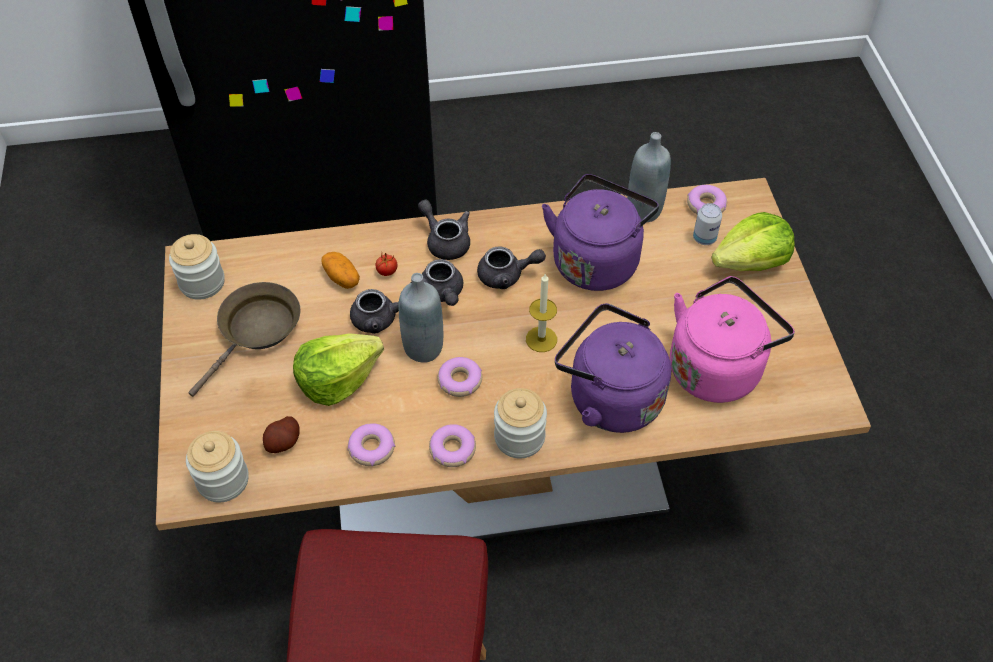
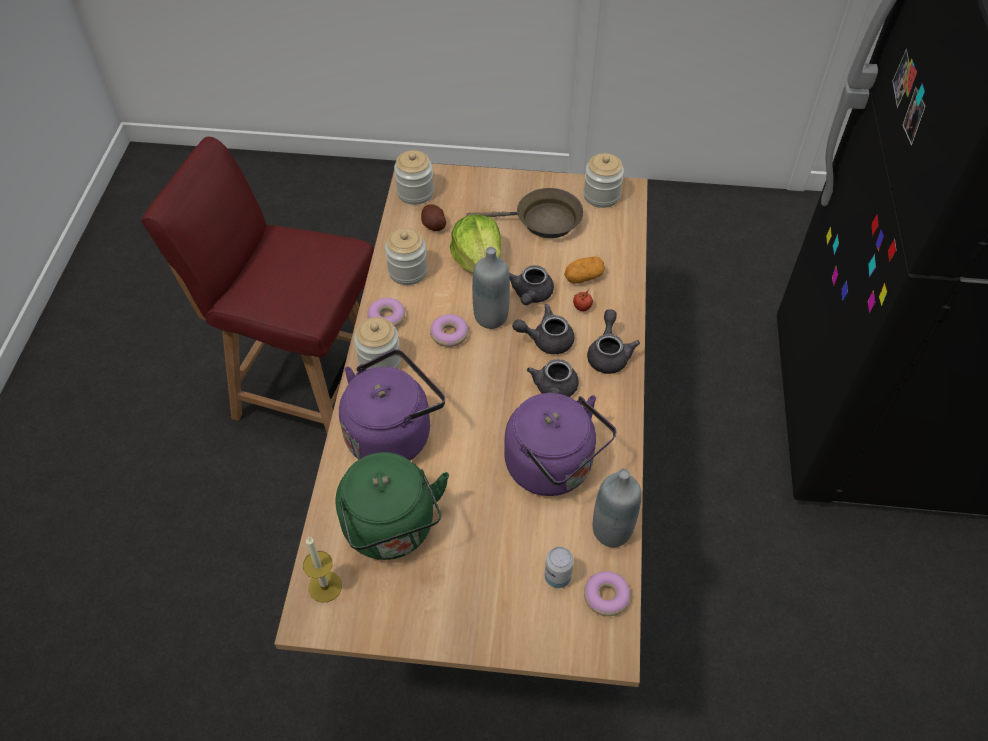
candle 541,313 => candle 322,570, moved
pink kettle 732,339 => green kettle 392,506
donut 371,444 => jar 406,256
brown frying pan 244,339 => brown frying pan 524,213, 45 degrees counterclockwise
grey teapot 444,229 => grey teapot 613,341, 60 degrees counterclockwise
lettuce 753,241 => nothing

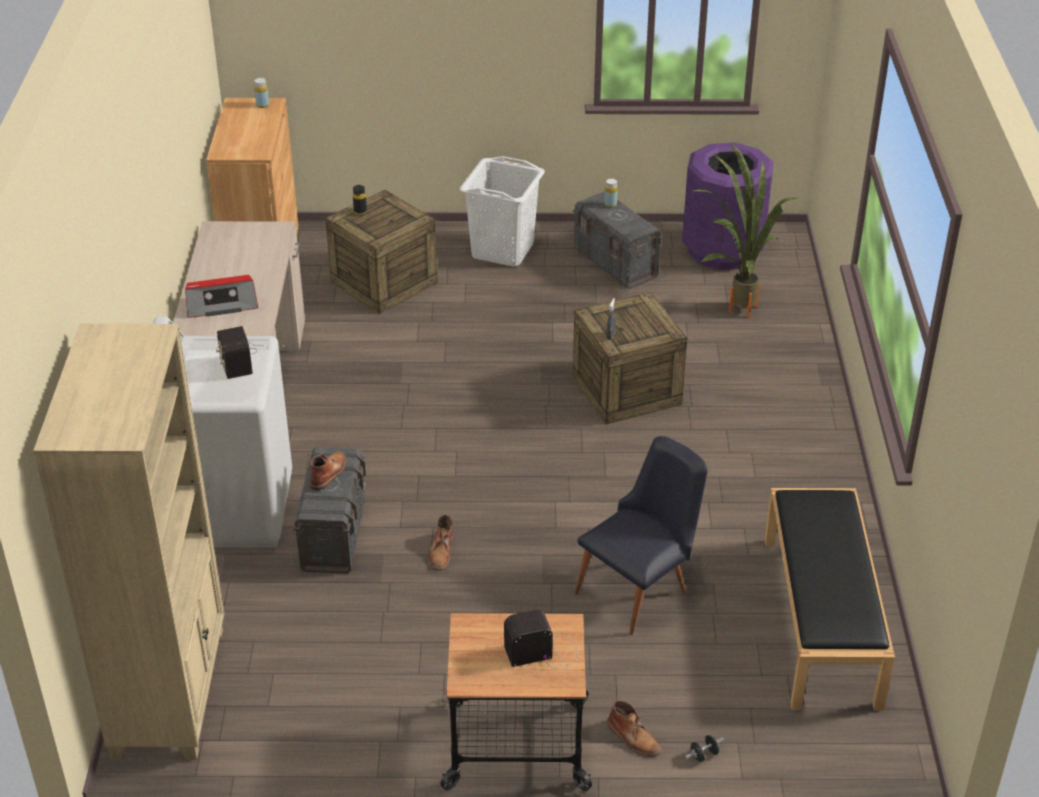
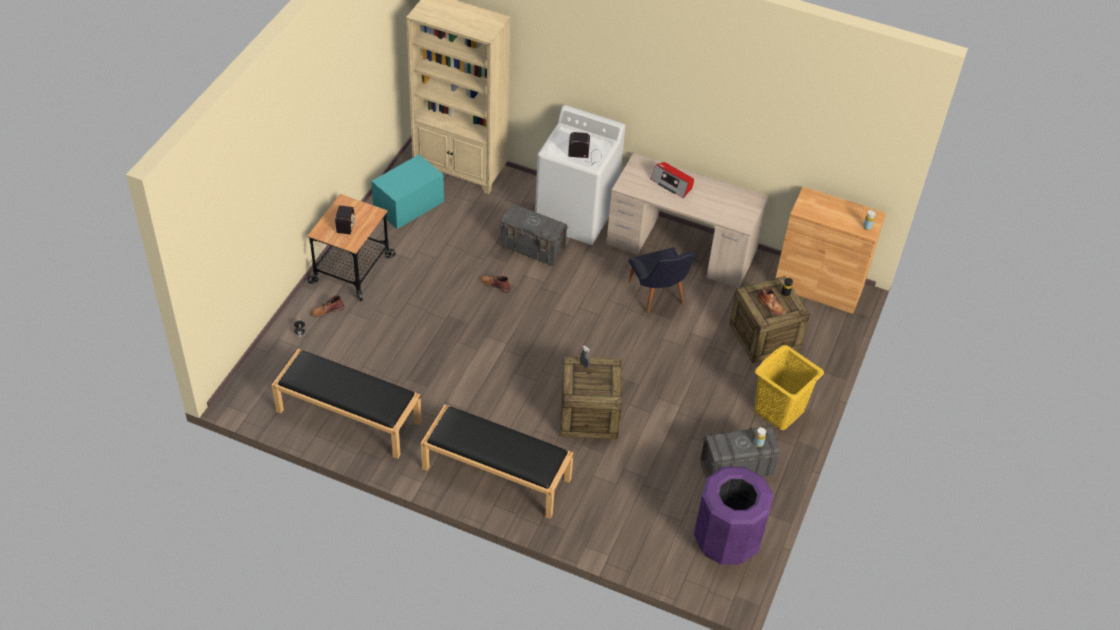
nothing => turquoise storage box 407,192
nothing => black bench 497,461
black chair 641,535 => black chair 662,280, moved
radio 221,296 => radio 672,180, 60 degrees counterclockwise
white laundry basket 502,211 => yellow laundry basket 789,387
brown boot 327,471 => brown boot 771,301, moved
potted plant 745,230 => nothing

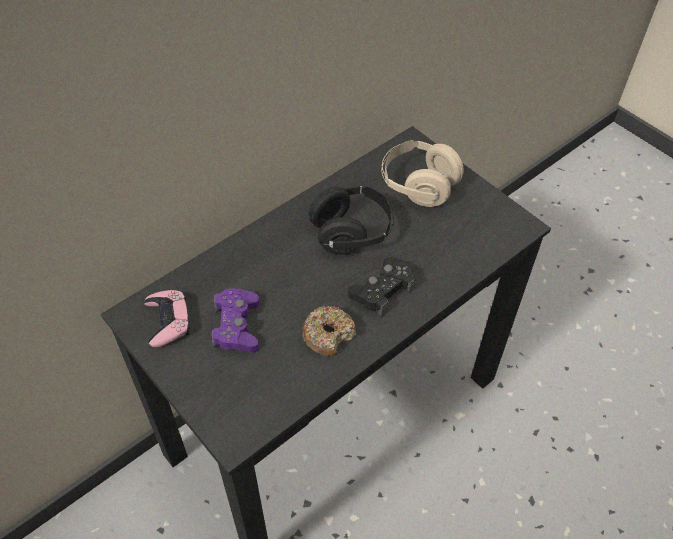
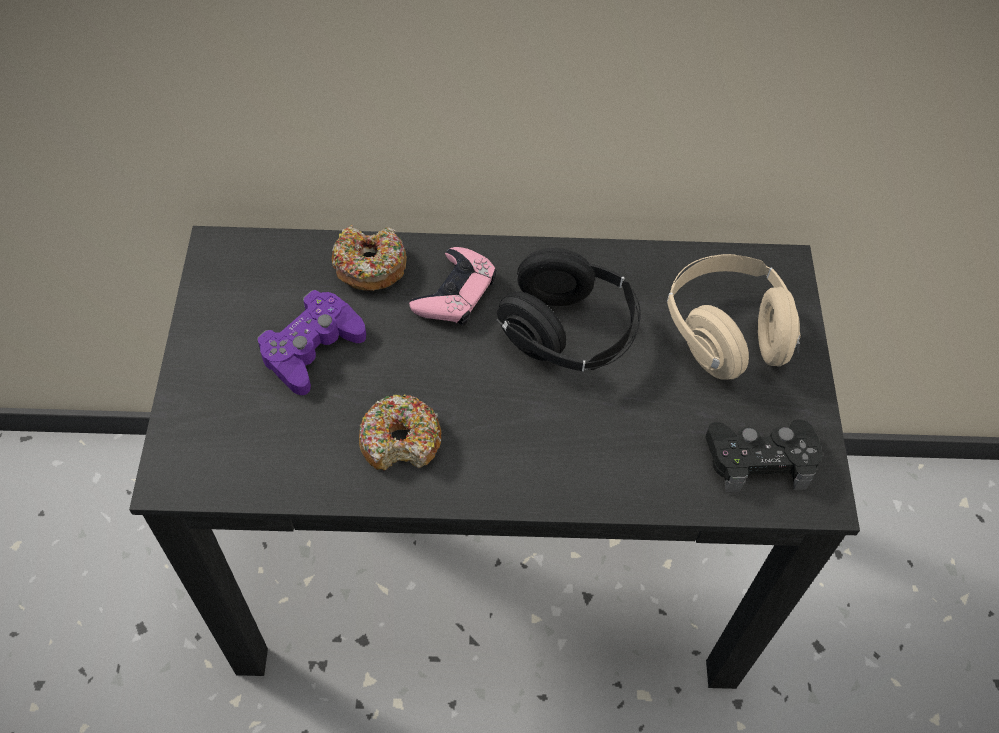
nothing => donut 369,258
pink game controller 167,318 => pink game controller 452,286, moved
black game controller 381,287 => black game controller 764,456, moved

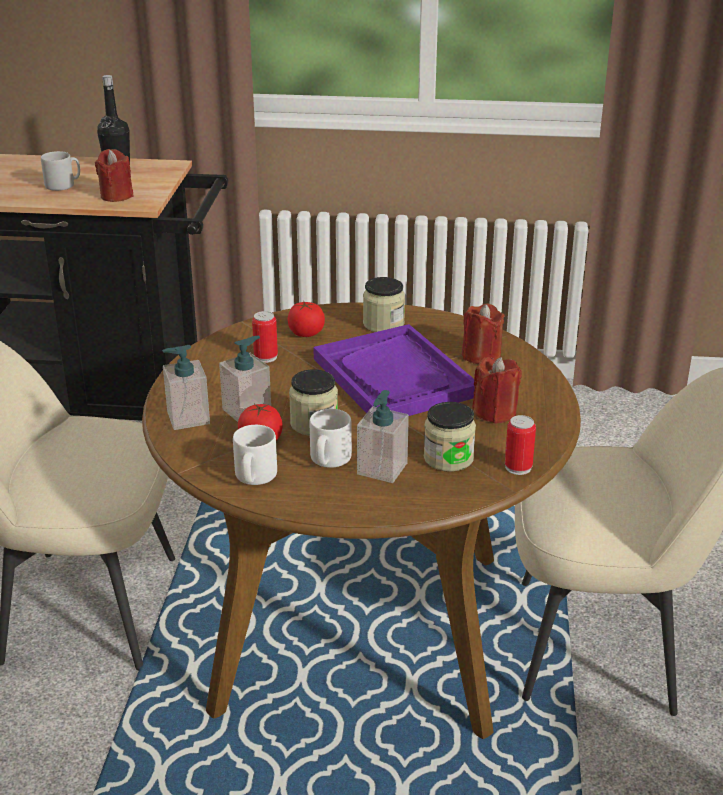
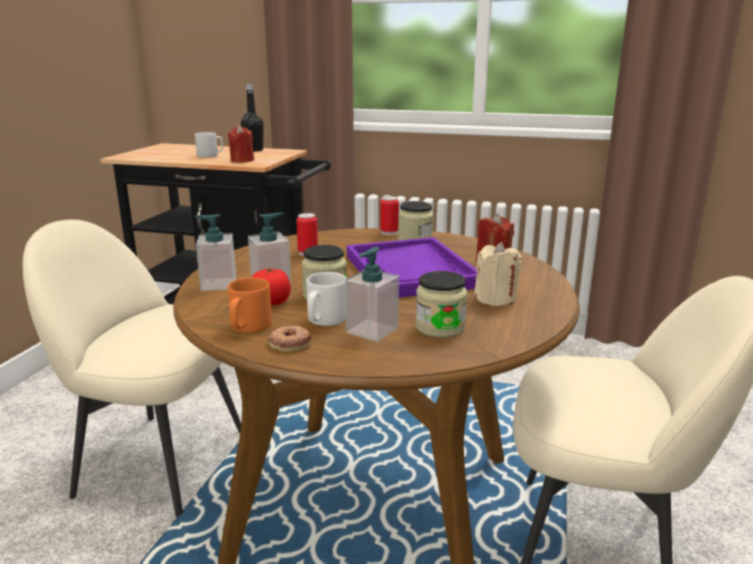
white mug 255,455 => orange mug 250,305
nothing => donut 290,338
can 520,445 => can 389,215, moved
red candle 497,390 => beige candle 498,274
tomato 306,319 => nothing

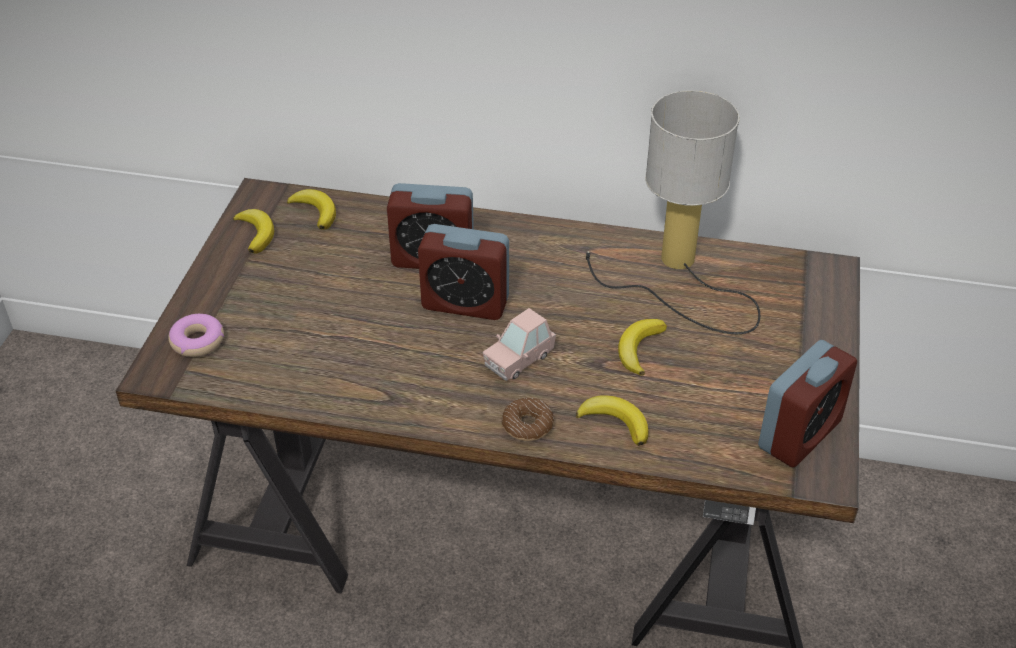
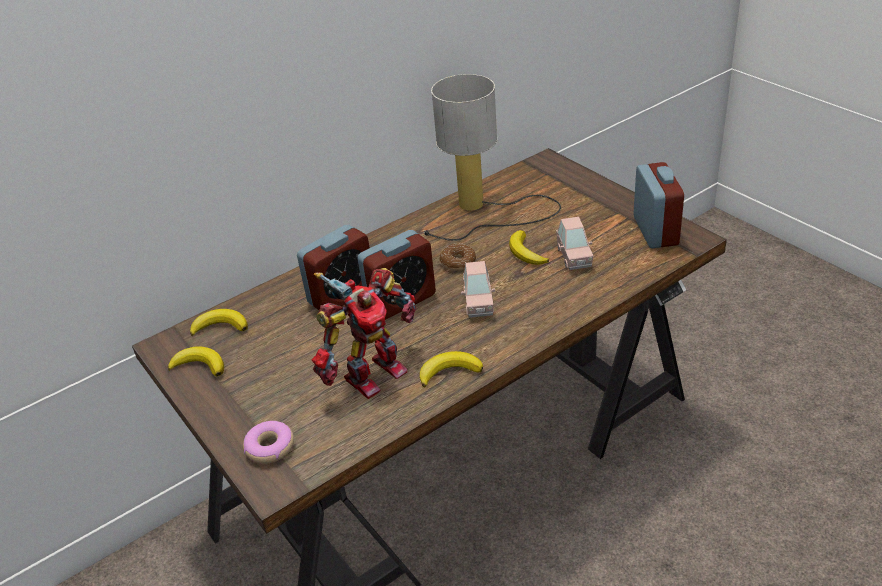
nothing => toy robot 364,333
banana 612,421 => banana 451,369, moved
donut 528,419 => donut 457,257, moved
nothing => pink toy car 574,243

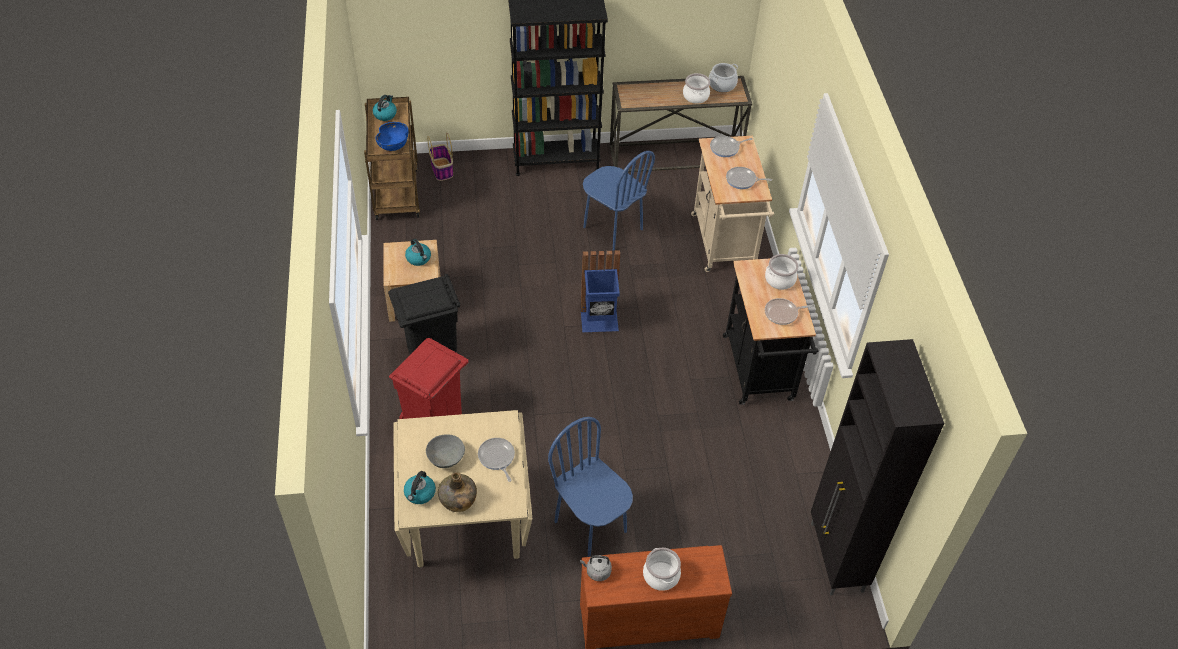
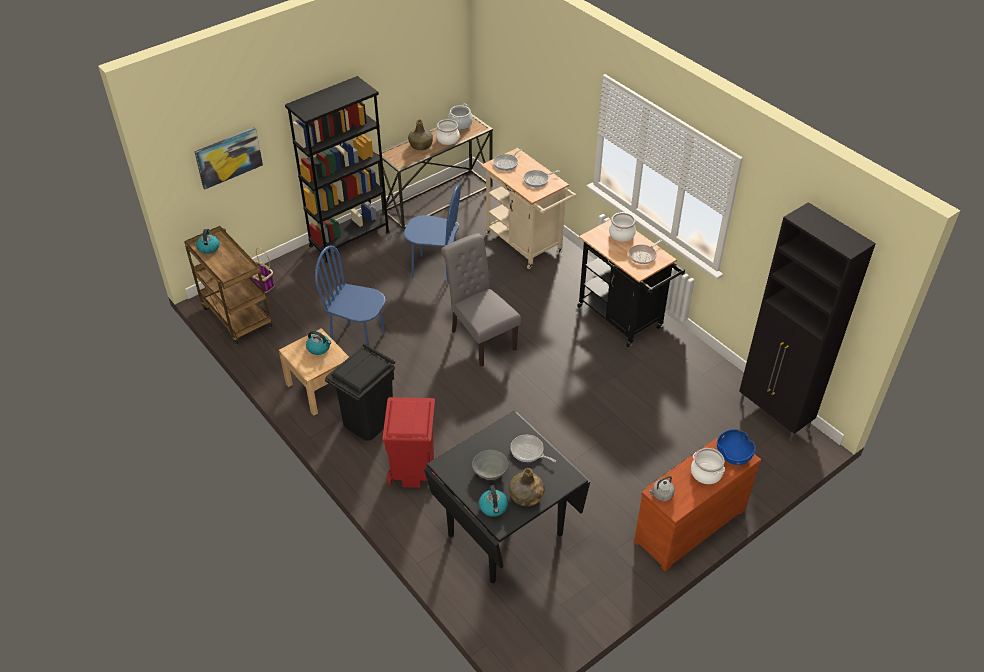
nothing => picture 228,158
blue chair 590,487 => blue chair 350,295, moved
nothing => green bottle 420,135
beige dining table 462,488 => black dining table 507,497
blue trash can 600,291 => grey chair 481,300
blue bowl 391,136 => blue bowl 736,447, moved

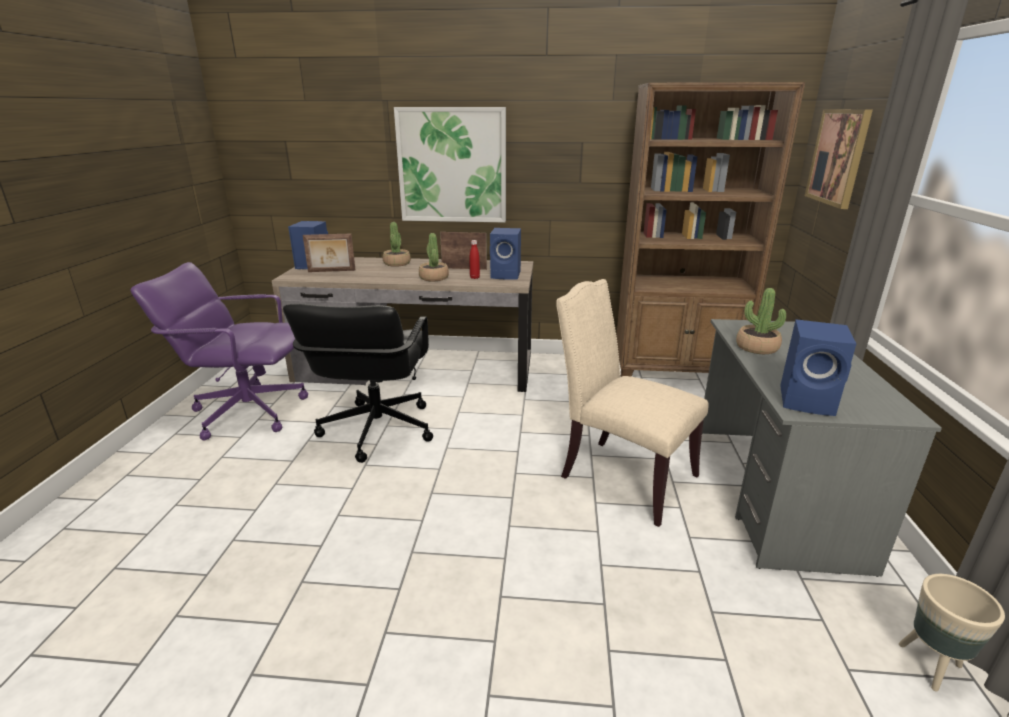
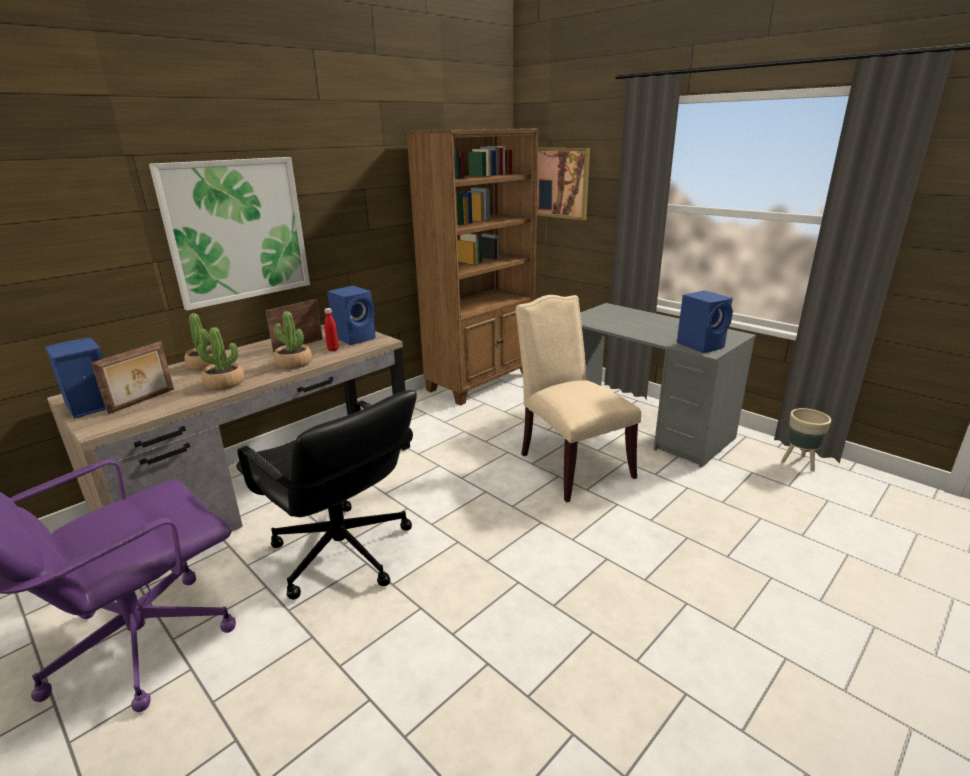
potted plant 761,321 => potted plant 221,358, moved
beige chair 632,403 => beige chair 578,398, 75 degrees clockwise

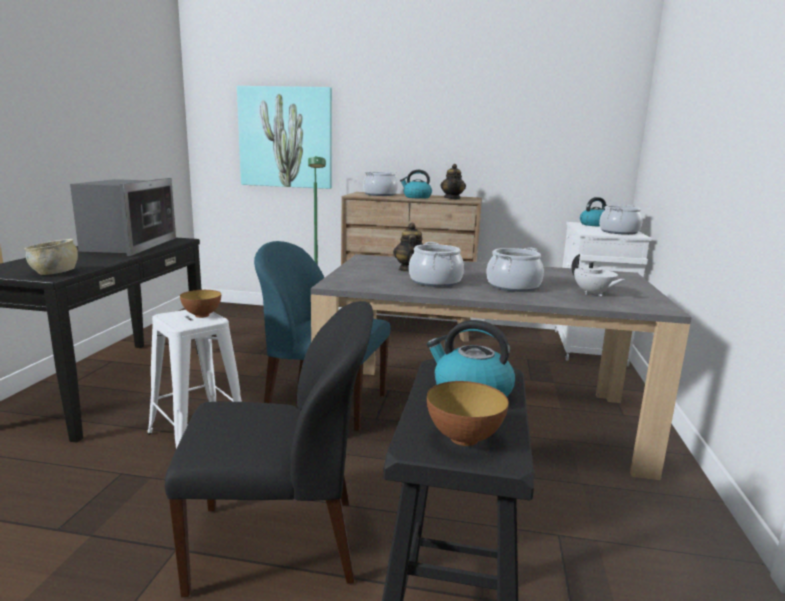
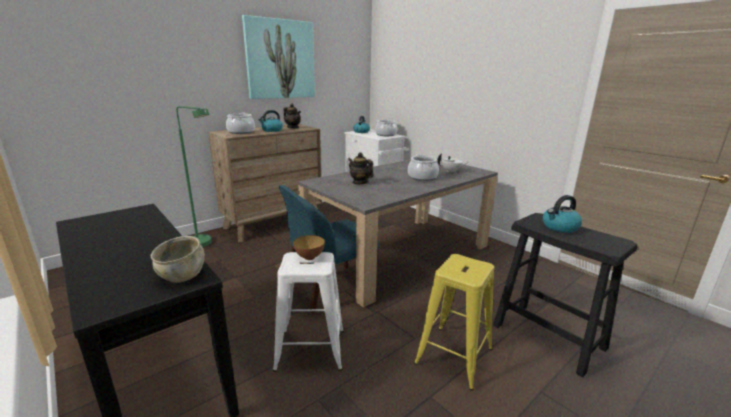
picture 284,137 => picture 278,57, moved
black chair 269,449 => yellow stool 454,322
microwave 123,217 => nothing
cooking pot 436,264 => nothing
bowl 468,413 => nothing

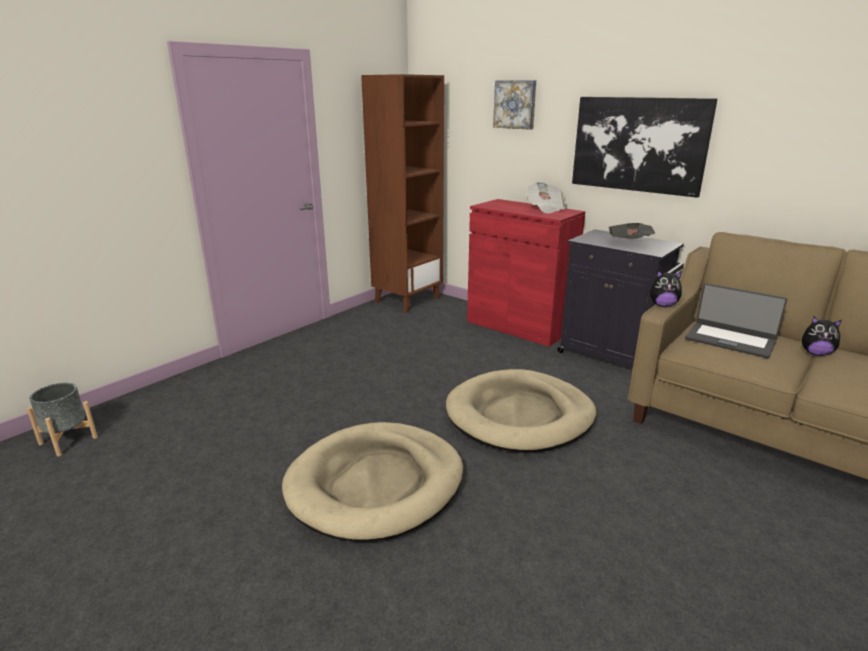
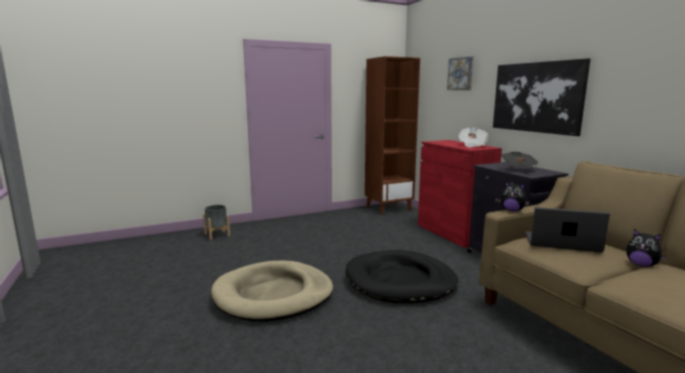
grey planter 62,420 => grey planter 216,222, moved
beige dog bed 521,411 => black dog bed 402,277
laptop 736,320 => laptop 567,229, 135 degrees clockwise

